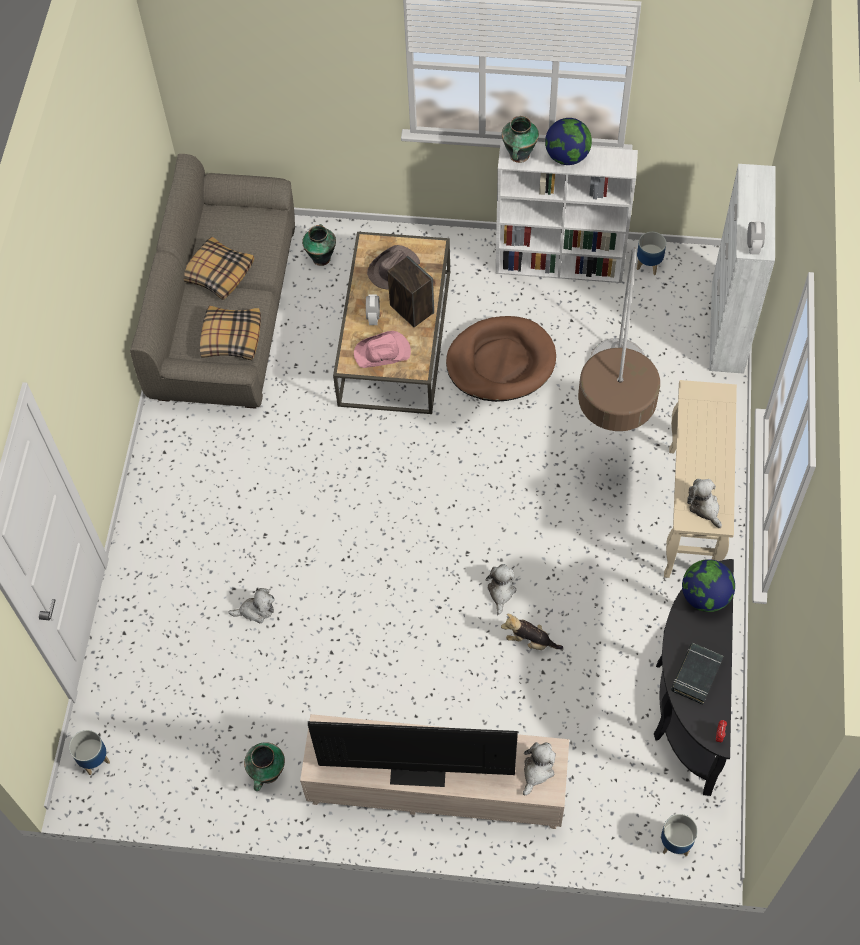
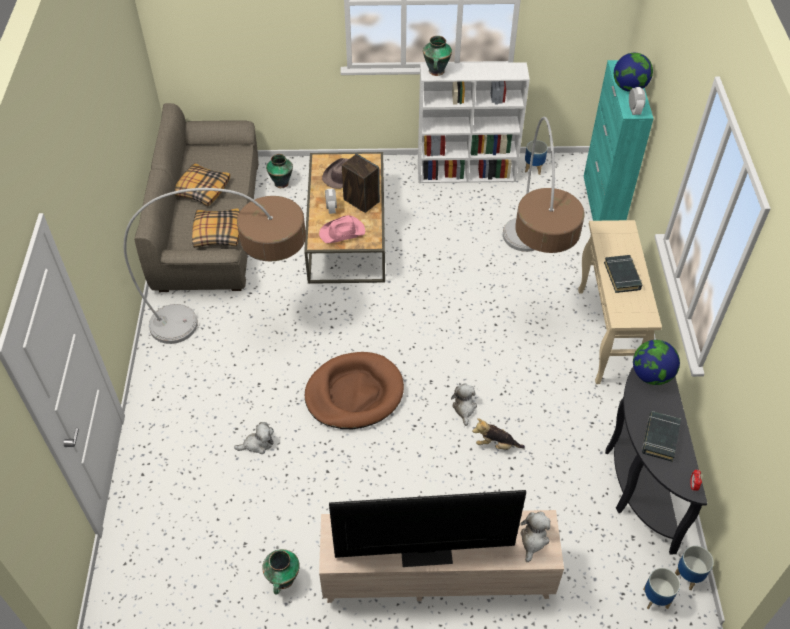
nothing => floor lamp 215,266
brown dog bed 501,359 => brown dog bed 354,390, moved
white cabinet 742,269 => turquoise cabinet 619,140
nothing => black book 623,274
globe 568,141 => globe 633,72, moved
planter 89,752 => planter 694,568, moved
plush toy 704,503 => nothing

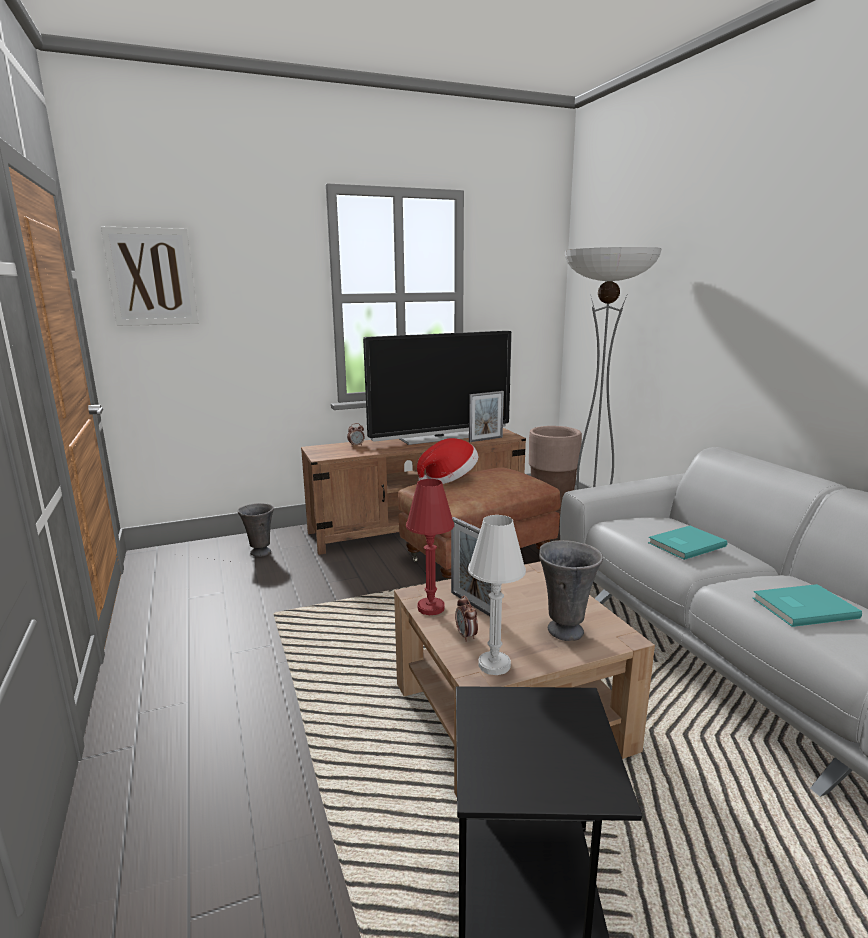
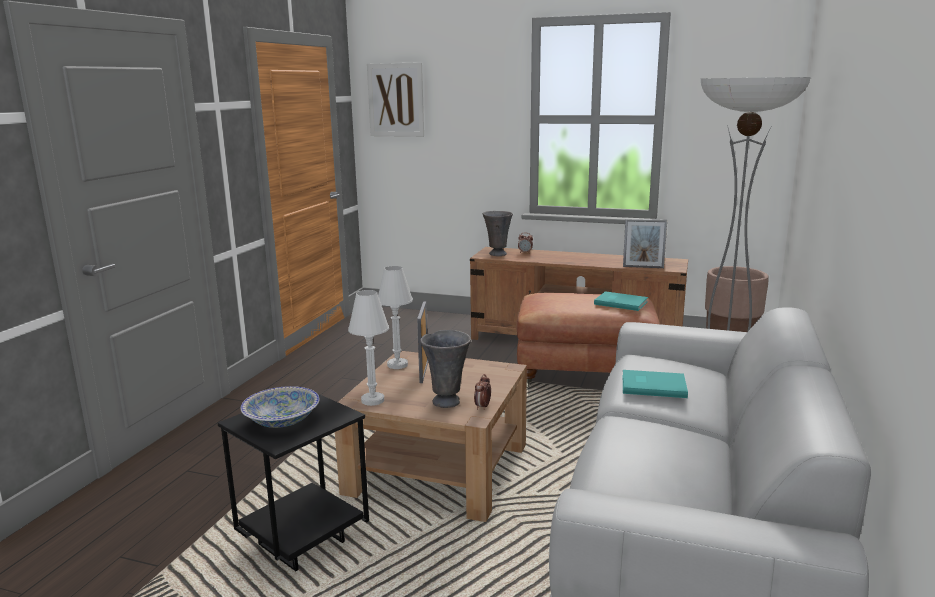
nothing => bowl 280,407
red table lamp 430,547 => white table lamp 395,317
alarm clock 466,618 => alarm clock 482,392, moved
grey vase 256,530 => grey vase 498,233, moved
turquoise book 807,605 => turquoise book 621,301, moved
television 437,388 => nothing
hat 447,461 => nothing

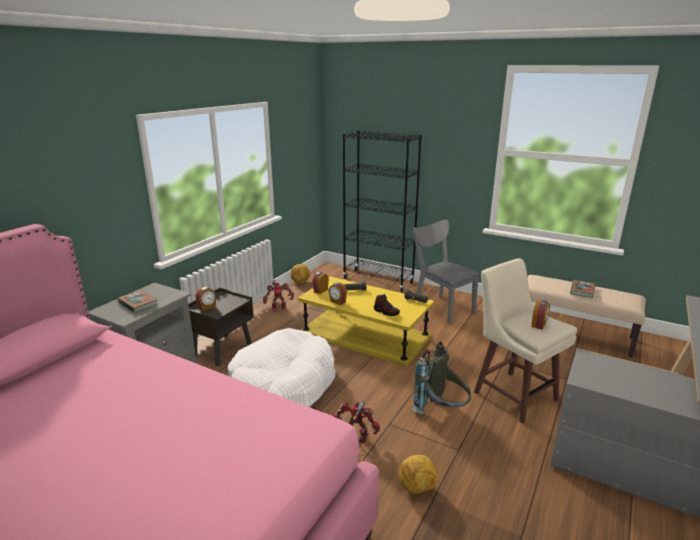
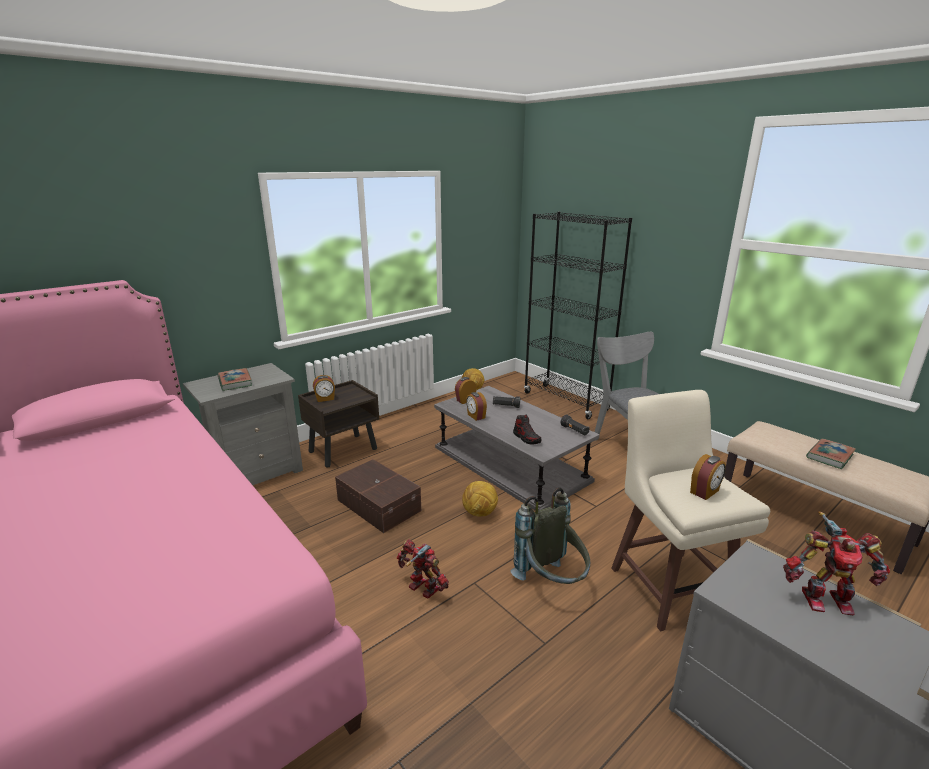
white dog bed 282,367 => brown storage box 378,496
yellow coffee table 366,321 => grey coffee table 517,448
football 418,474 => football 480,498, moved
toy robot 278,296 => toy robot 836,563, moved

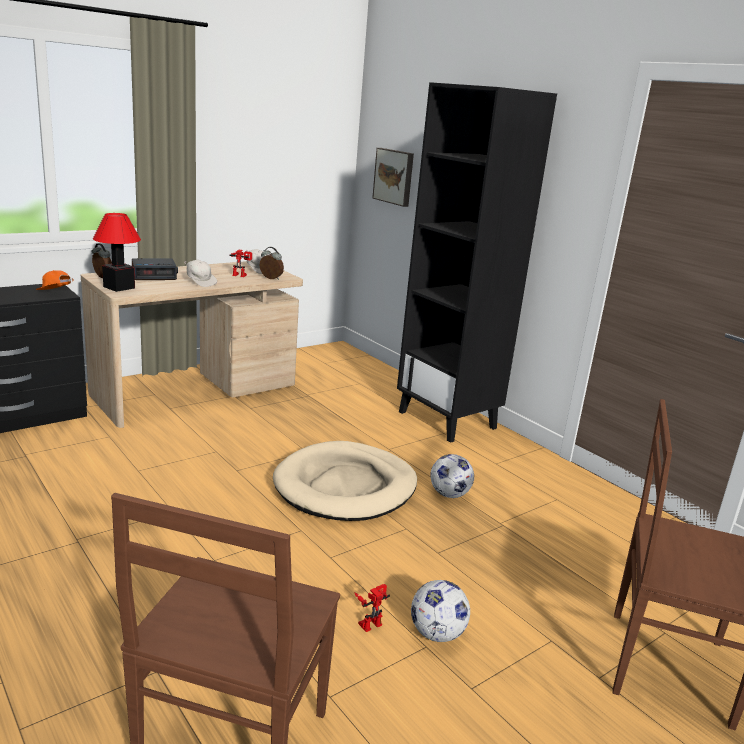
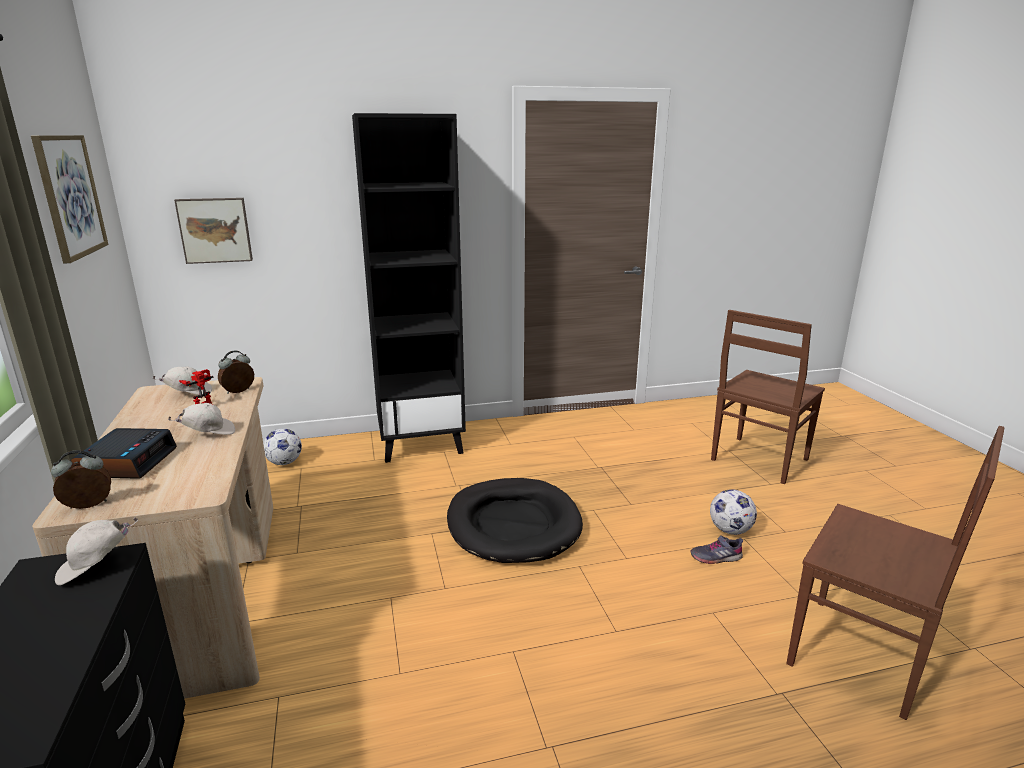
nothing => picture 69,199
orange cap 55,280 => white cap 96,551
football 452,476 => football 282,447, moved
beige dog bed 345,481 => black dog bed 515,520
toy robot 372,608 => grey shoe 716,549
table lamp 117,252 => nothing

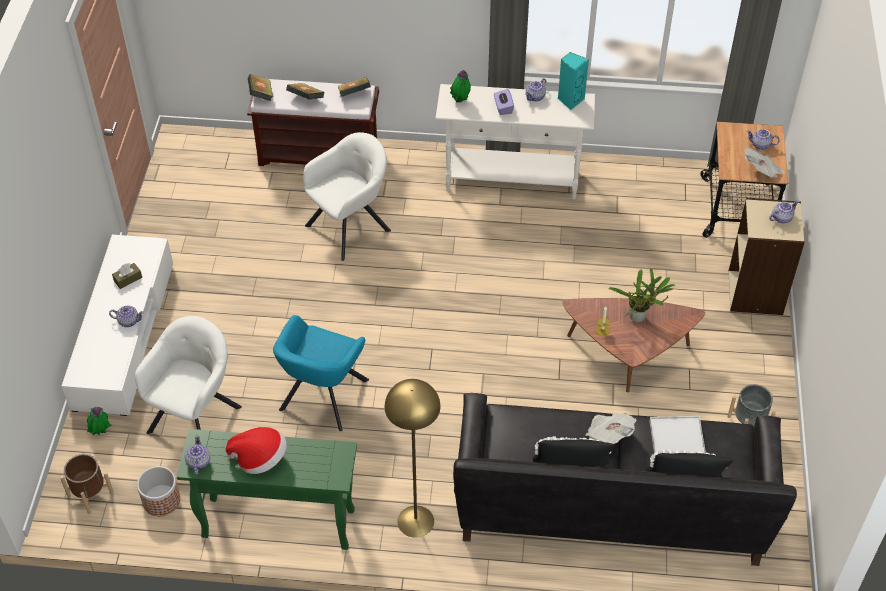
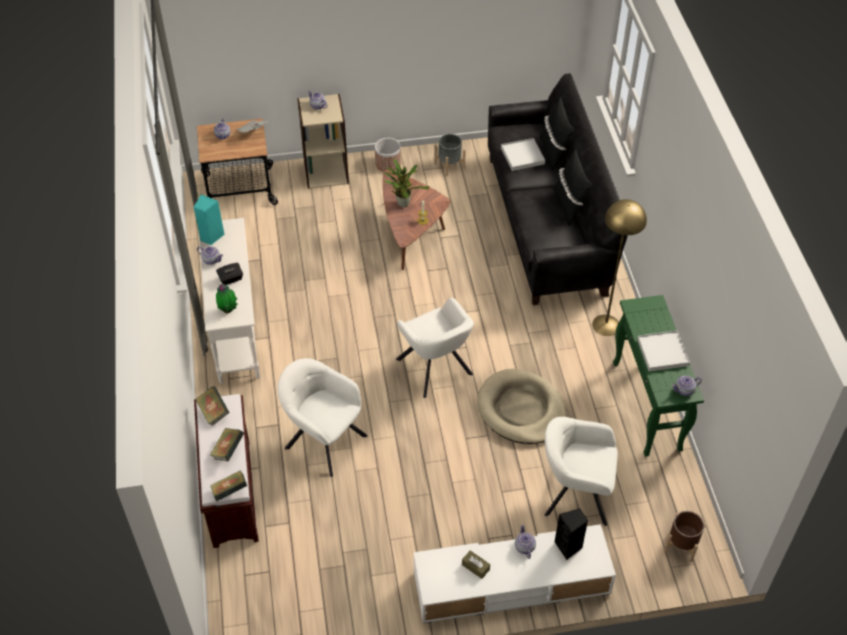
purple tissue box 504,102 => black tissue box 229,274
planter 158,491 => planter 388,154, moved
nothing => white armchair 435,348
turquoise armchair 321,373 => beige dog bed 522,406
nothing => black speaker 571,534
hat 256,450 => white tray 663,351
potted plant 99,421 => nothing
newspaper 610,428 => nothing

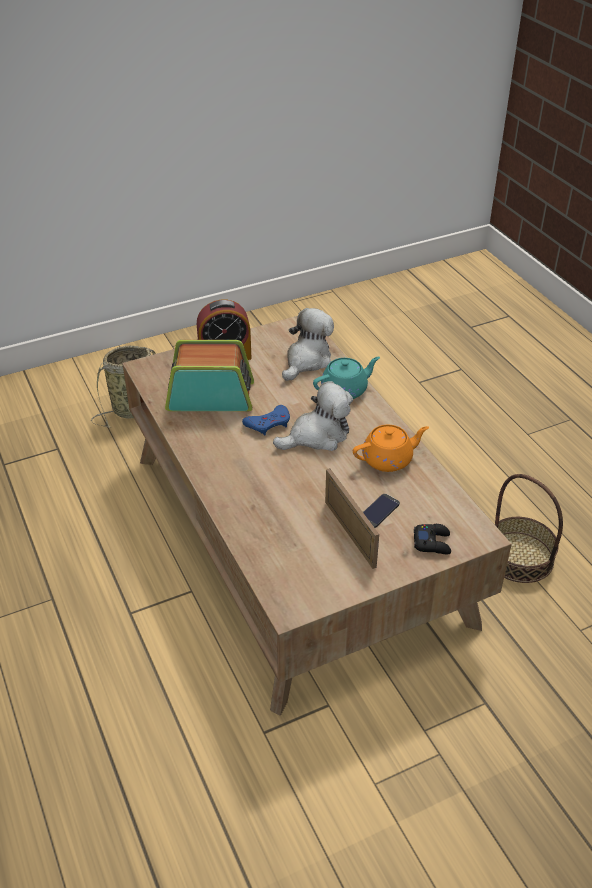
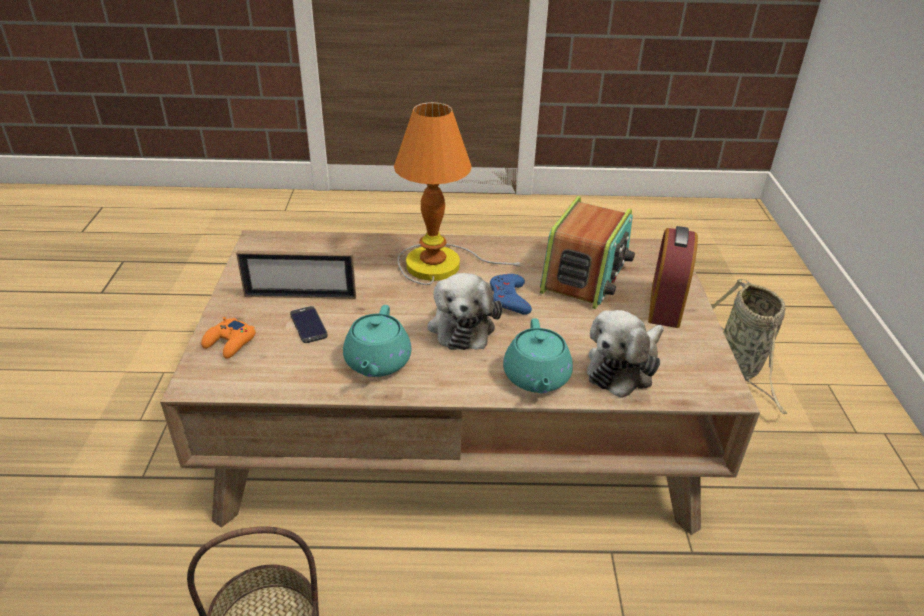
black game controller 432,539 => orange game controller 228,338
orange teapot 391,448 => turquoise teapot 377,341
nothing => table lamp 458,193
plush toy 308,344 => plush toy 625,354, 75 degrees clockwise

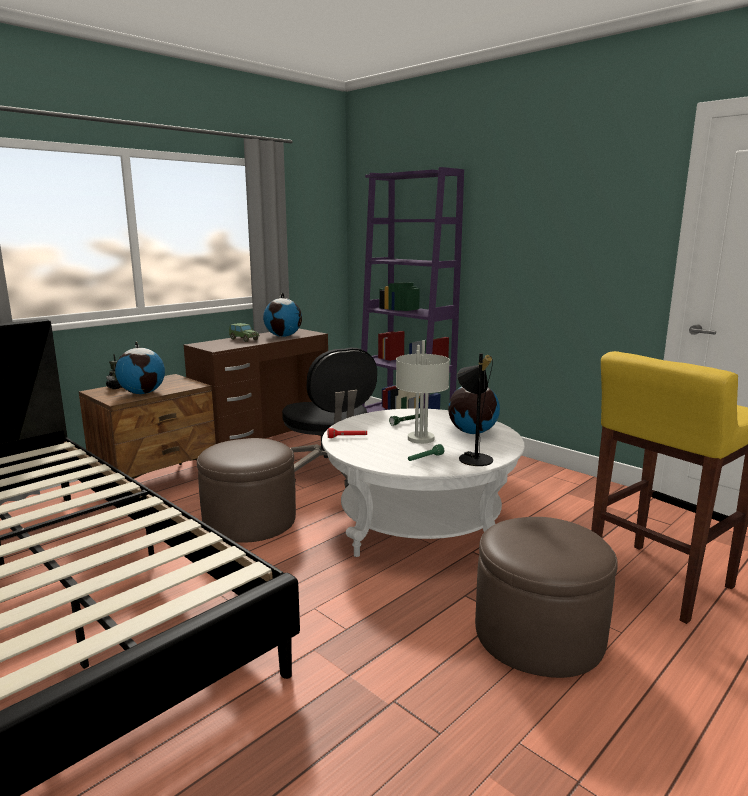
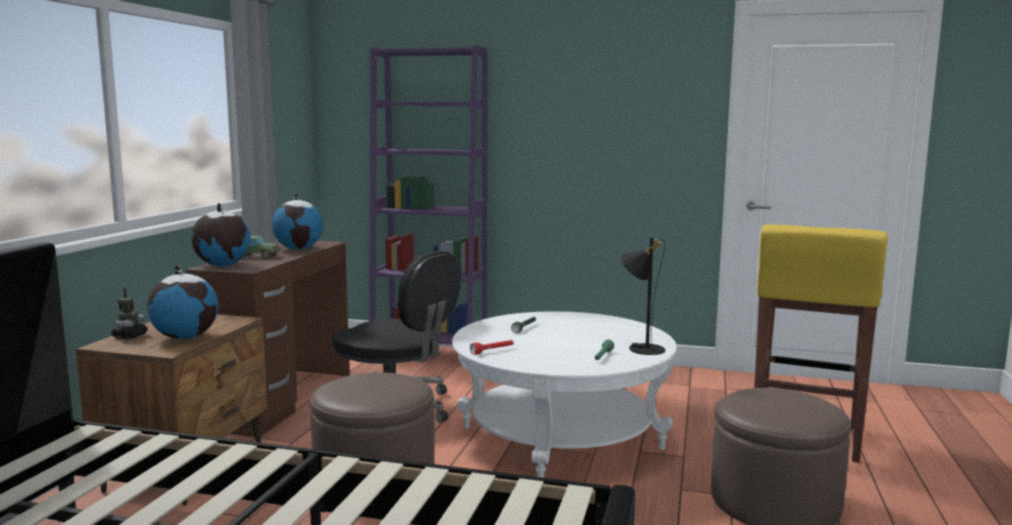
globe 474,410 => globe 220,234, moved
grey table lamp 423,392 => nothing

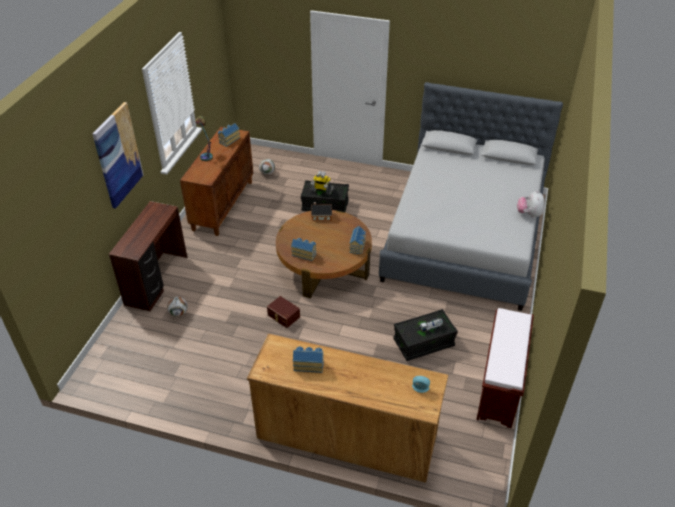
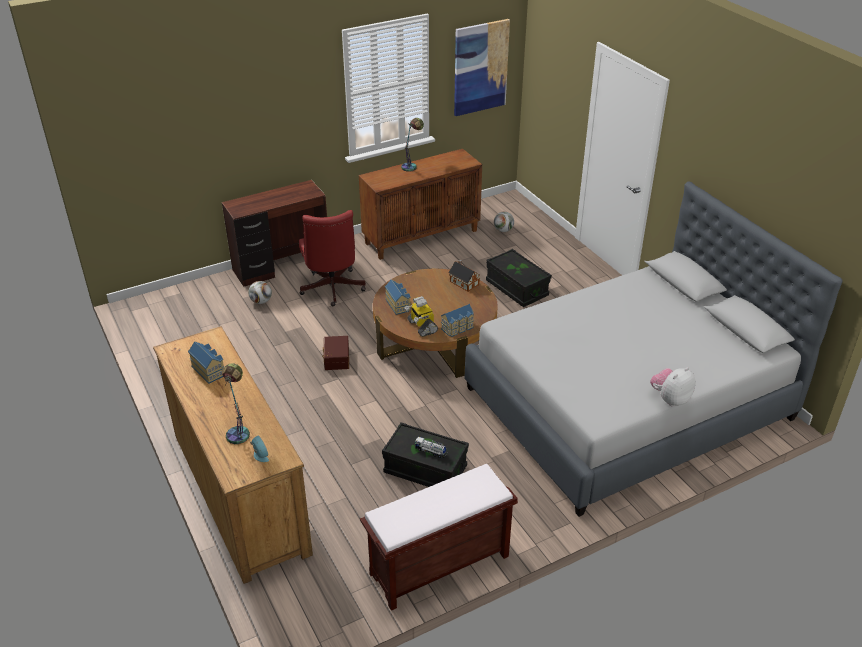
nothing => table lamp 236,403
nothing => red office chair 332,258
toy robot 322,183 => toy robot 421,316, moved
picture 117,155 => picture 482,67, moved
toy house 229,135 => nothing

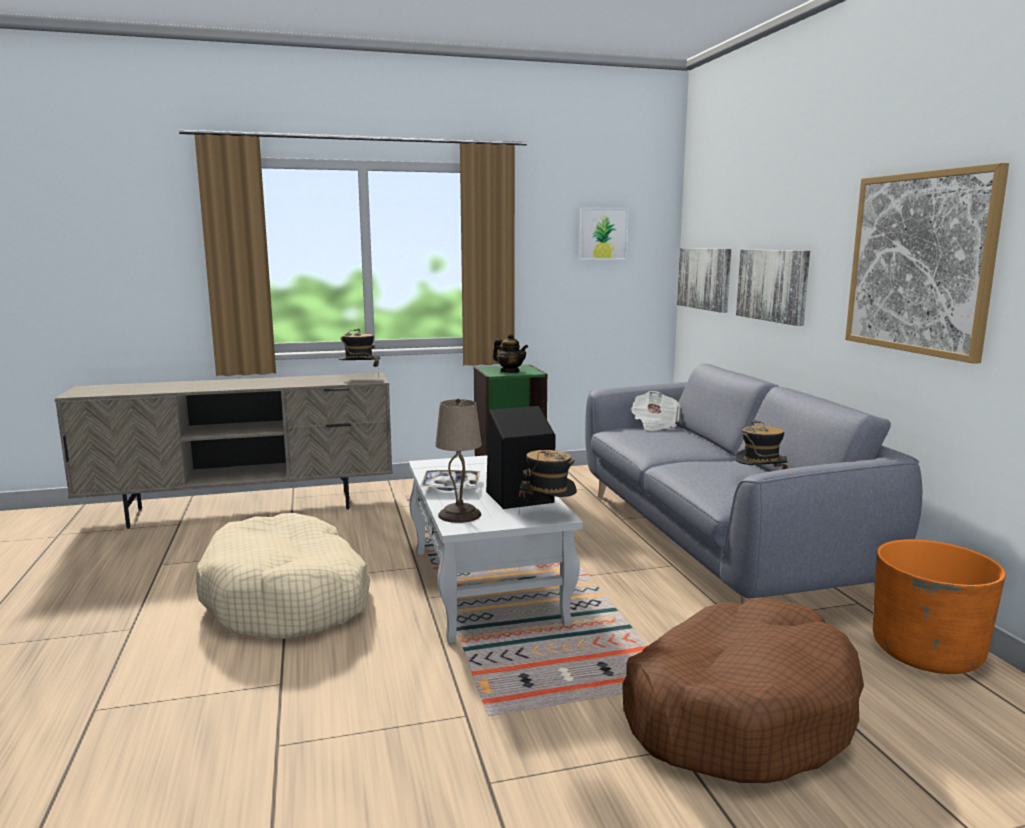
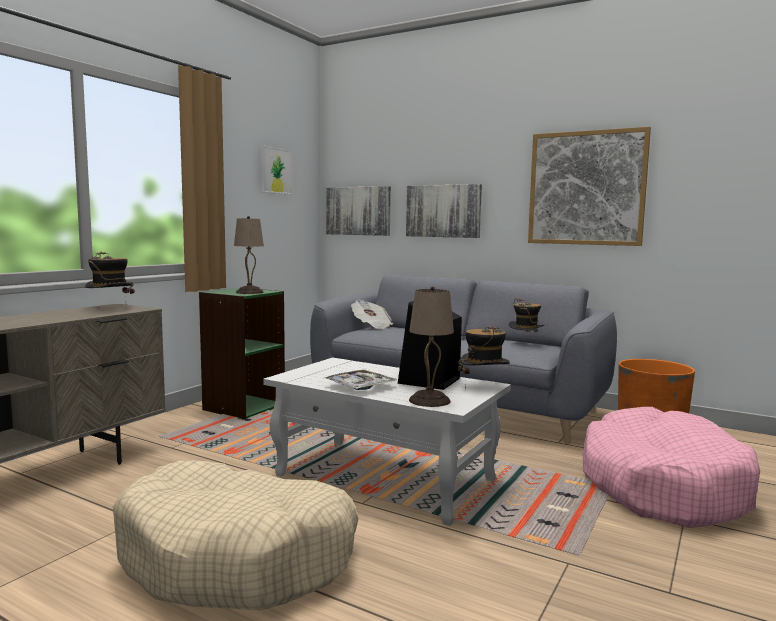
teapot 510,353 => beige table lamp 249,255
brown dog bed 743,690 => pink dog bed 671,467

